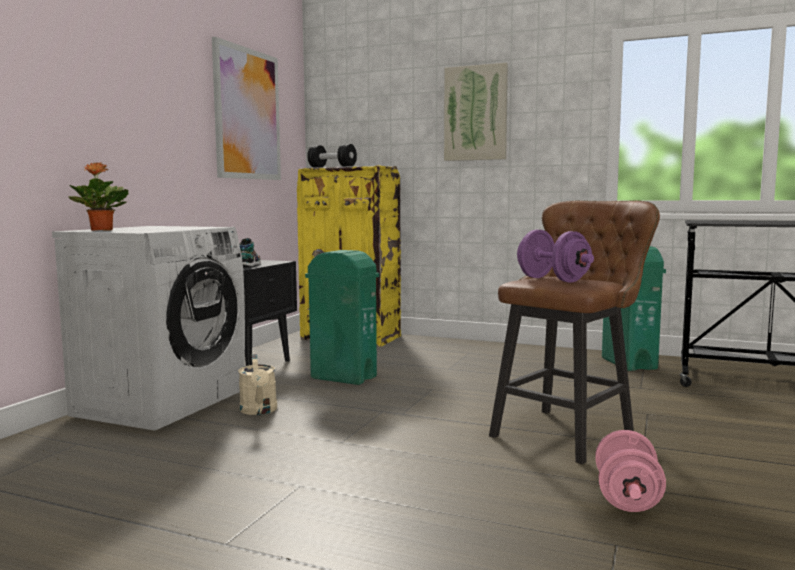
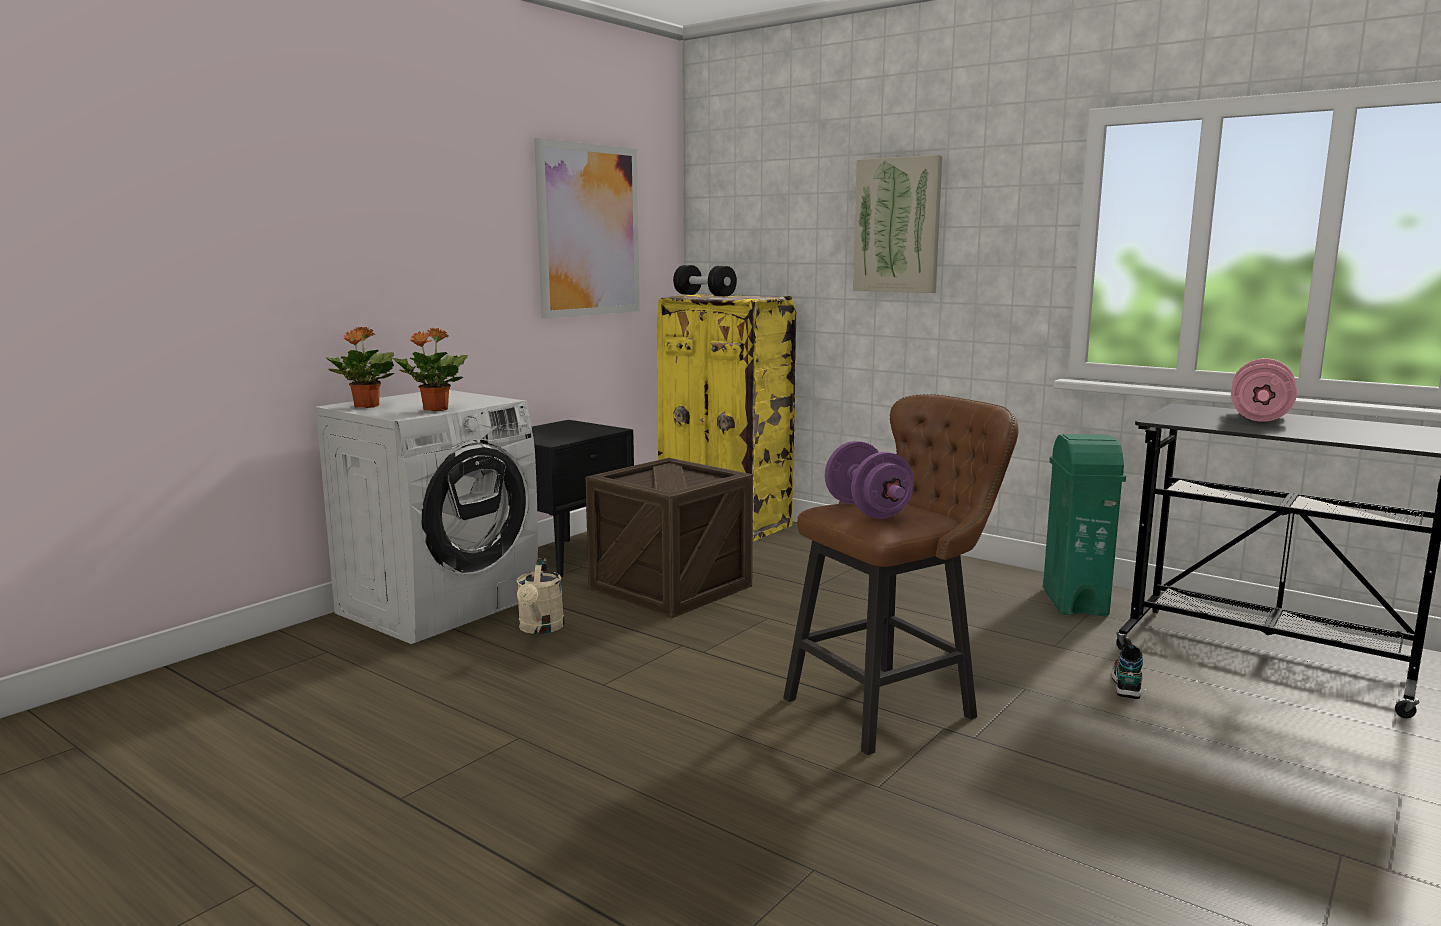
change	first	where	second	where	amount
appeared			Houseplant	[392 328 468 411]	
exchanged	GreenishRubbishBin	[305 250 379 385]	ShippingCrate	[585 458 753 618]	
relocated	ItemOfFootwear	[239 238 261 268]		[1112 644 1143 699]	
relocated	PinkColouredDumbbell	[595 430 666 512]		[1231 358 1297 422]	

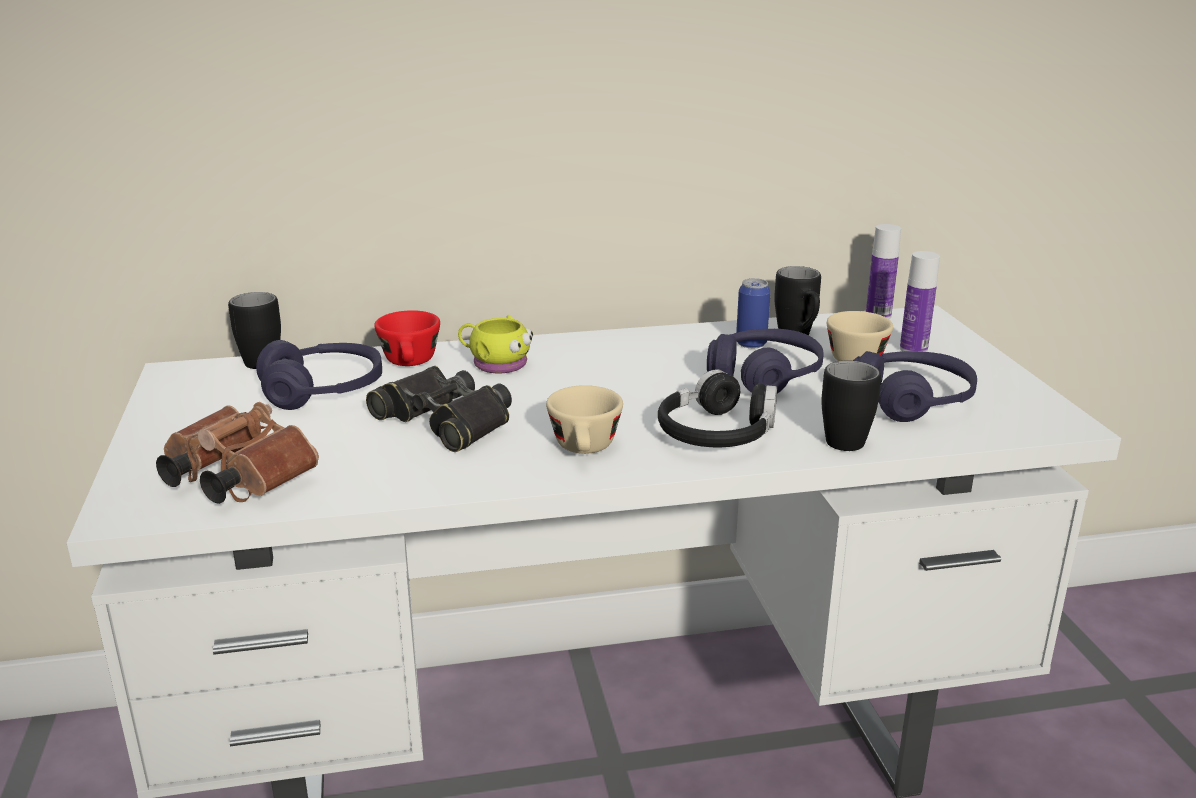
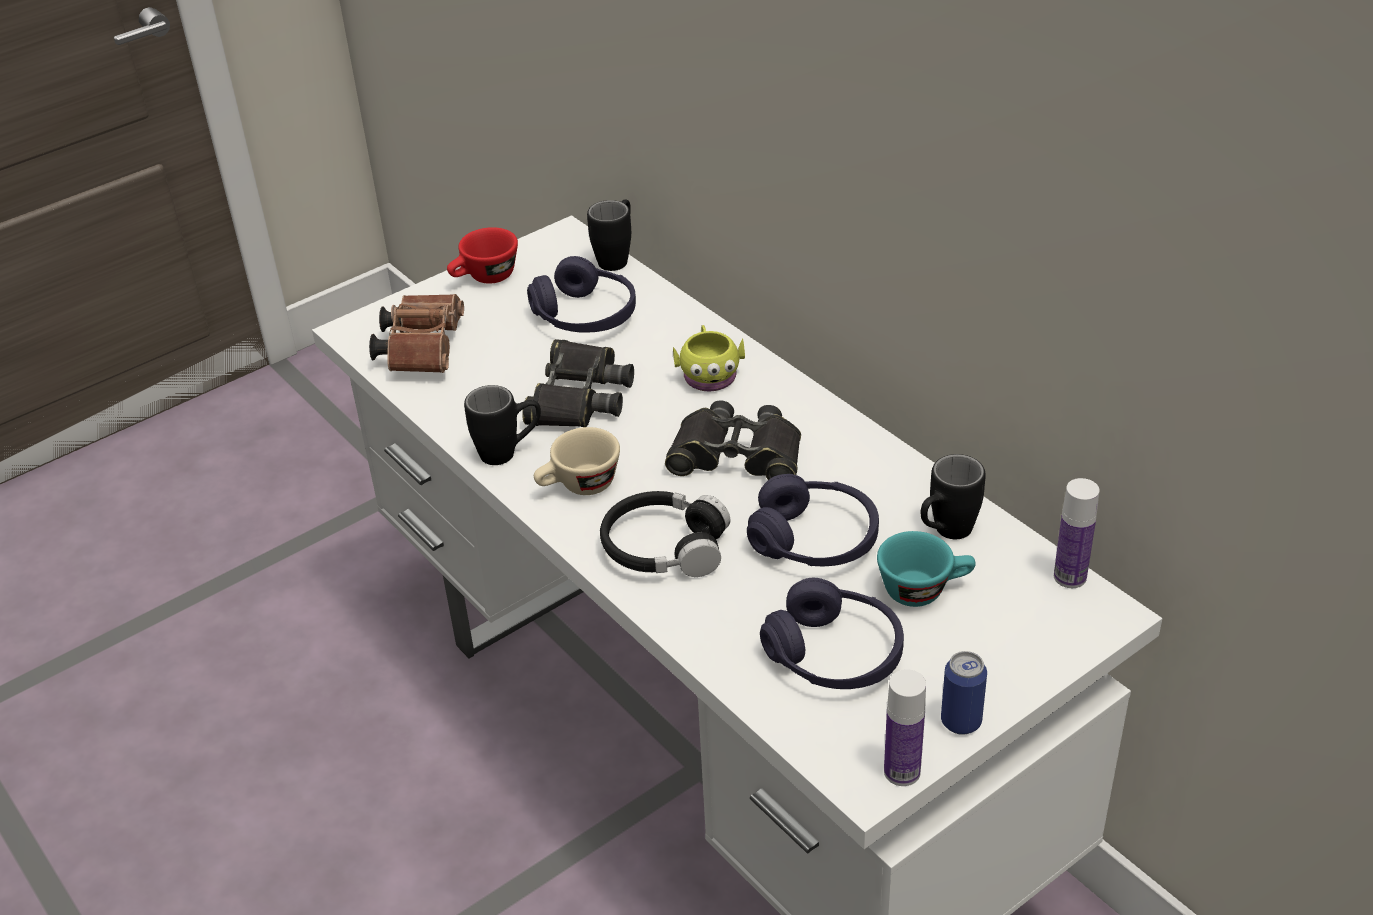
change	first	where	second	where	amount
relocated	RedSmallCup	[374 310 440 366]		[447 227 518 284]	
relocated	BlackColouredTeaMug	[821 361 881 451]		[464 385 541 465]	
appeared			BlackColouredBinoculars	[665 400 801 480]	
colour	SandColouredSmallCup	[827 311 893 361]	TurquoiseSmallCup	[877 531 976 607]	
relocated	DrinkBottle	[900 251 940 352]		[884 669 926 786]	
relocated	SealedCan	[736 278 771 348]		[941 651 987 735]	

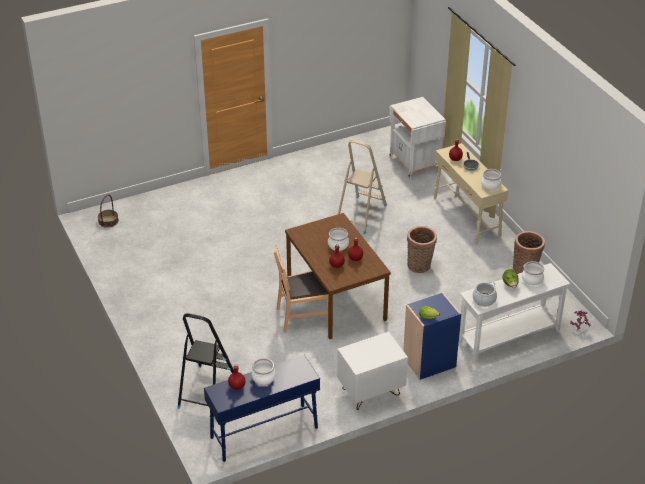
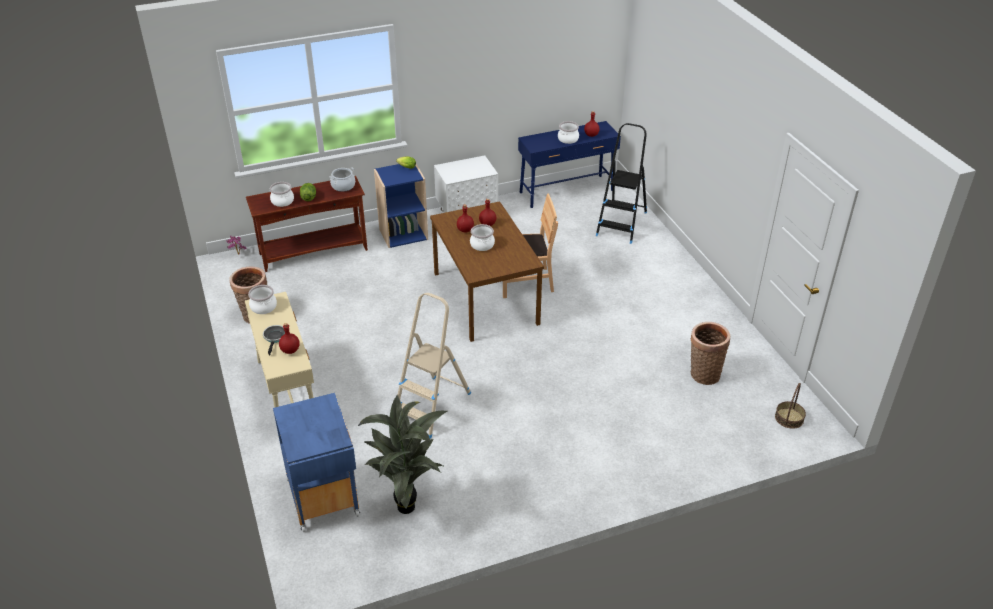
change	first	where	second	where	amount
colour	WhiteNarrowTable	[459 263 570 362]	BrownishNarrowTable	[246 176 368 272]	
colour	WhiteTrolley	[389 97 446 178]	BluishTrolley	[273 393 361 532]	
appeared			Houseplant	[358 395 447 514]	
relocated	StorageBasket	[407 226 437 273]		[691 322 730 385]	

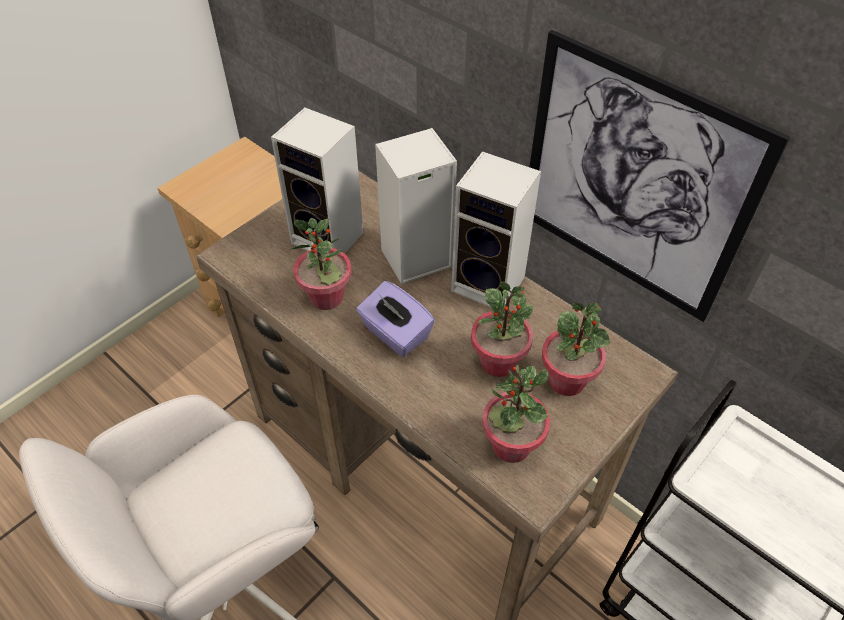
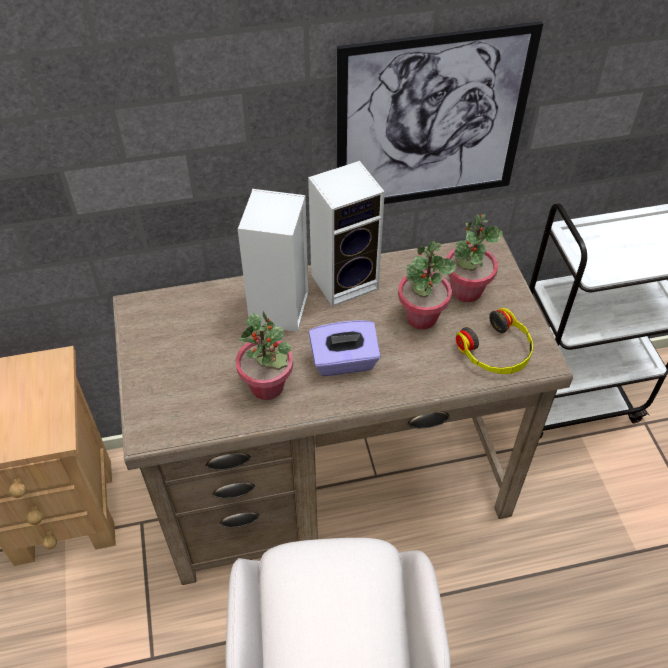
change	first	where	second	where	amount
exchanged	Houseplant	[482 365 550 463]	Headphones	[456 308 533 374]	
missing	Loudspeaker	[271 108 363 254]			

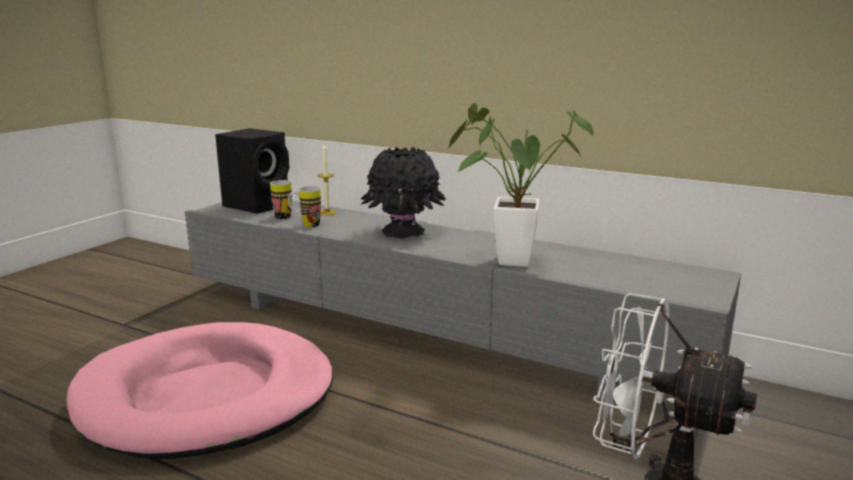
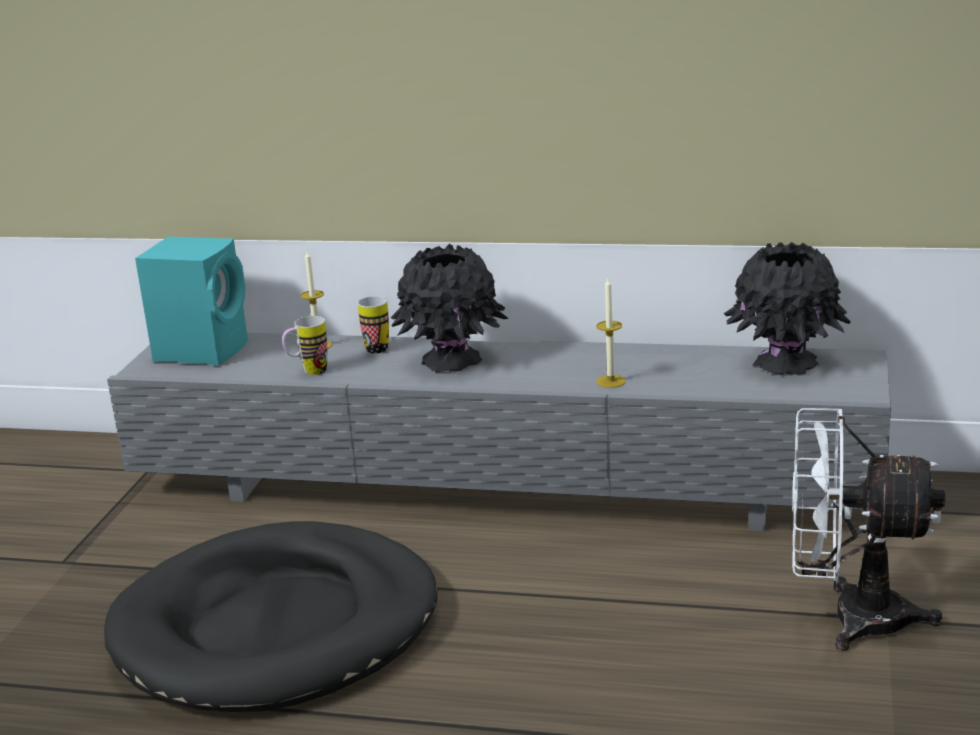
change	first	where	second	where	amount
colour	PinkColouredPetBed	[66 322 333 459]	BlackColouredPetBed	[104 521 438 712]	
colour	BlackColouredLoudspeaker	[215 128 289 214]	TurquoiseLoudspeaker	[135 237 248 365]	
relocated	TeaMug	[270 180 292 219]		[358 296 389 354]	
exchanged	Houseplant	[448 103 594 267]	WaxCandle	[596 278 626 388]	
appeared			BlackColouredDecorativeVase	[724 242 851 375]	

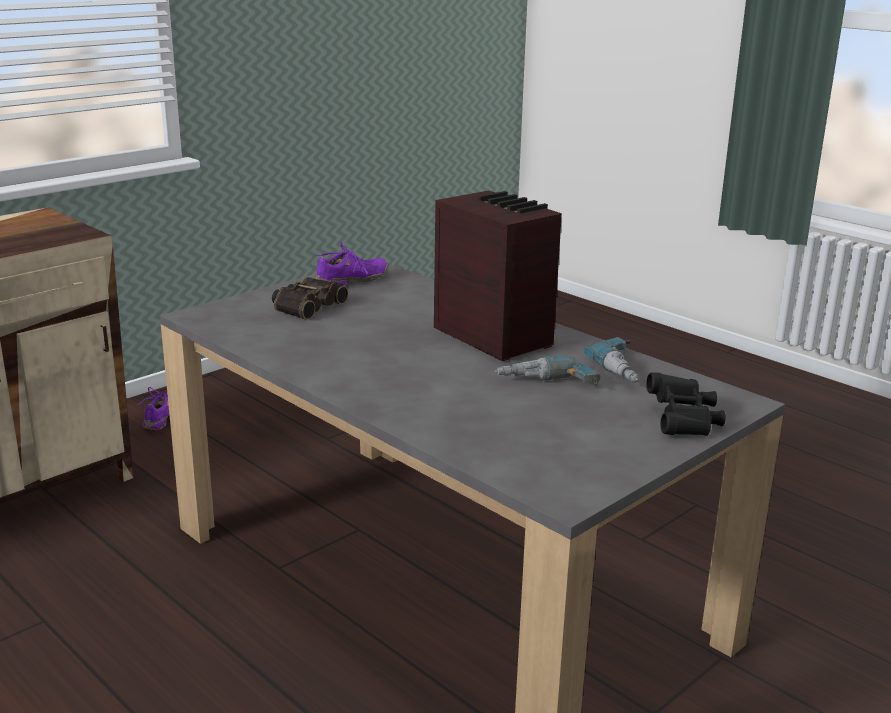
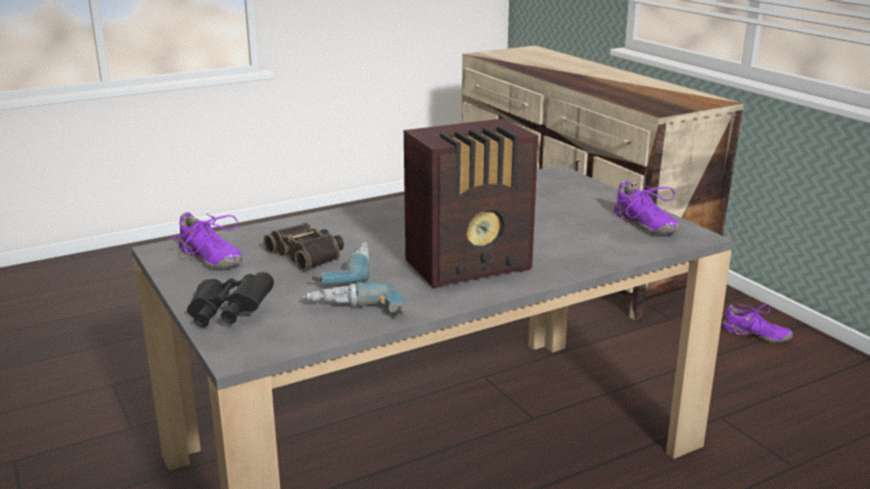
change	first	where	second	where	amount
appeared			PurpleItemOfFootwear	[169 212 242 269]	
relocated	Binoculars	[272 277 348 320]		[263 223 344 271]	

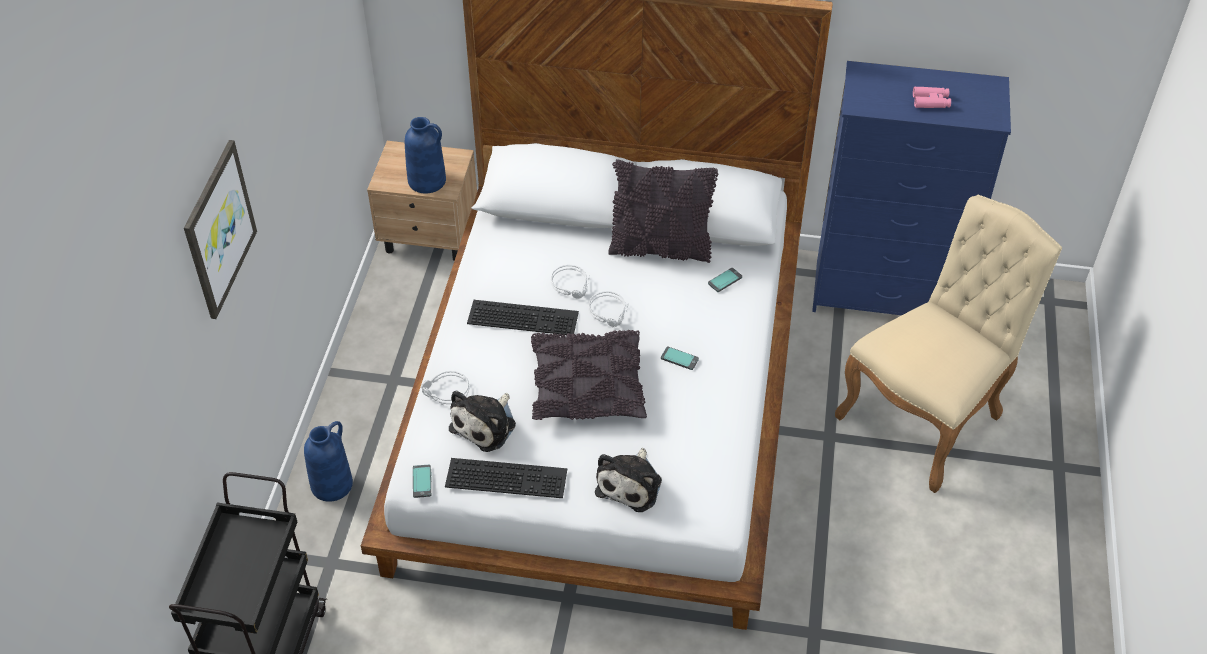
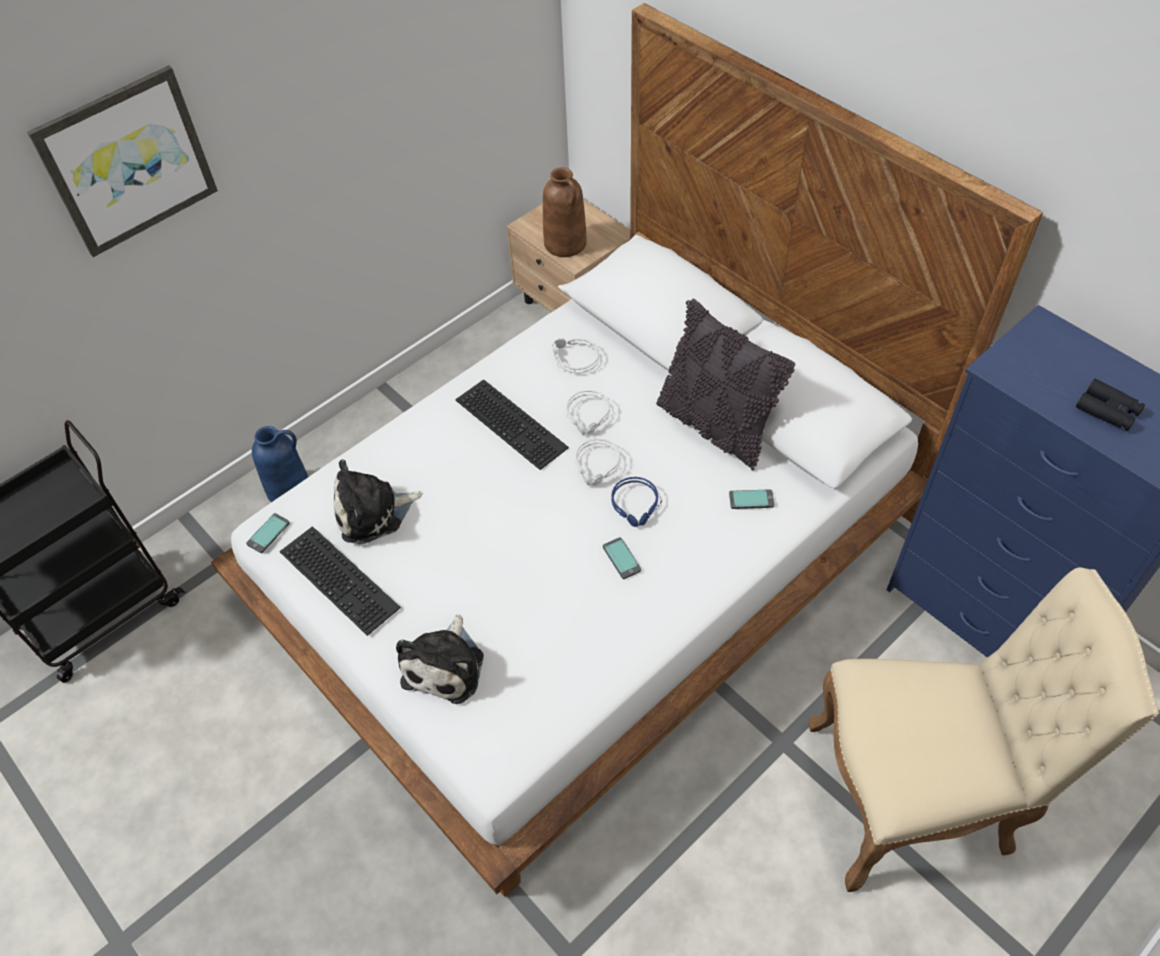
change	first	where	second	where	amount
spun	PlushToy	[595 448 662 512]		[396 614 484 704]	45 degrees counterclockwise
colour	BluishDecorativeVase	[405 117 446 193]	BrownishDecorativeVase	[543 167 587 257]	
relocated	GreyHeadphones	[421 371 469 405]		[552 338 599 374]	
appeared			BluishHeadphones	[611 477 662 527]	
colour	PinkColouredBinoculars	[913 87 951 108]	BlackColouredBinoculars	[1076 379 1145 431]	
missing	BlackColouredCushion	[531 330 647 420]			

